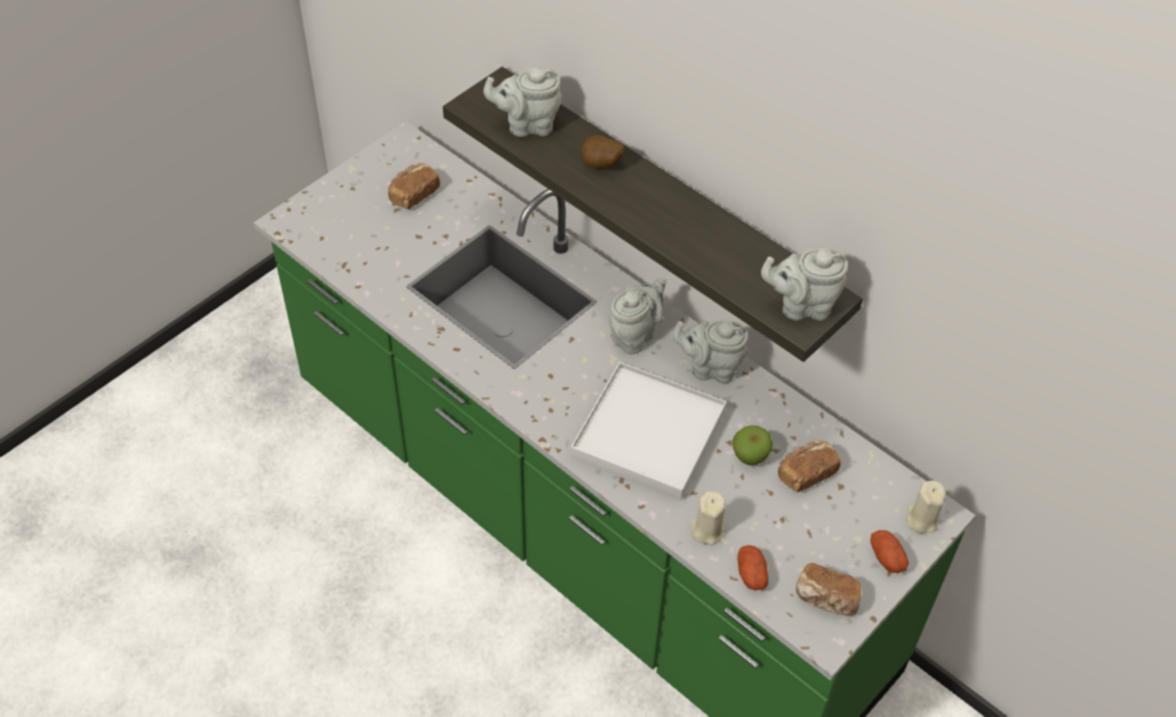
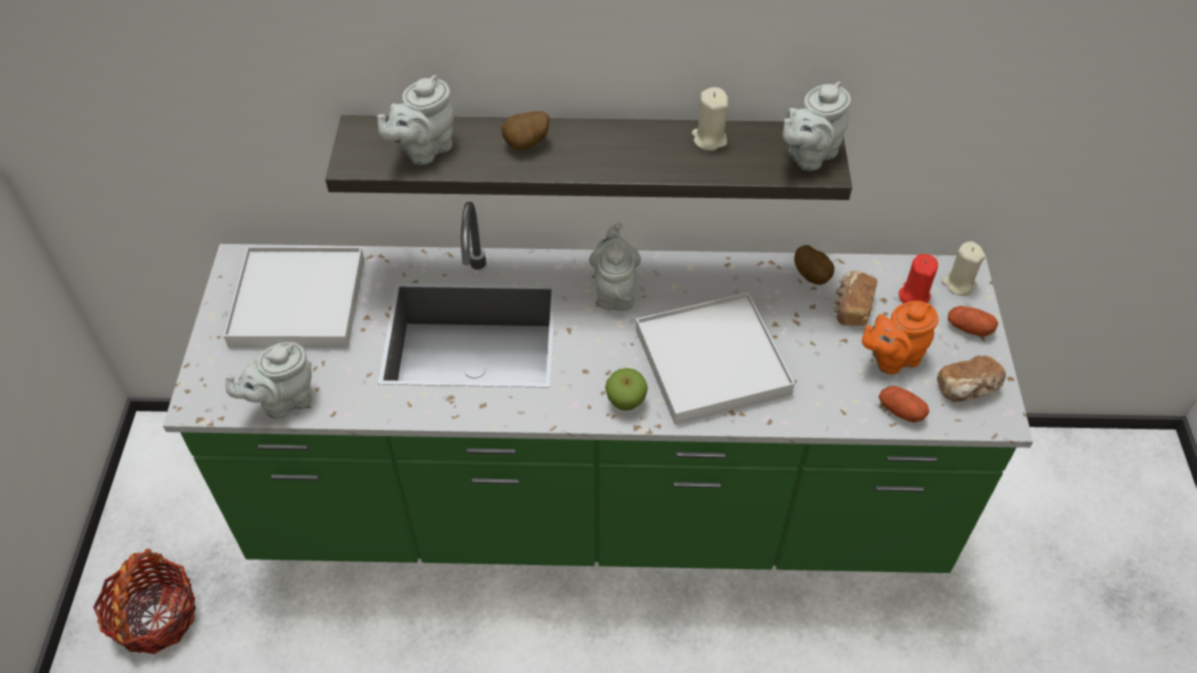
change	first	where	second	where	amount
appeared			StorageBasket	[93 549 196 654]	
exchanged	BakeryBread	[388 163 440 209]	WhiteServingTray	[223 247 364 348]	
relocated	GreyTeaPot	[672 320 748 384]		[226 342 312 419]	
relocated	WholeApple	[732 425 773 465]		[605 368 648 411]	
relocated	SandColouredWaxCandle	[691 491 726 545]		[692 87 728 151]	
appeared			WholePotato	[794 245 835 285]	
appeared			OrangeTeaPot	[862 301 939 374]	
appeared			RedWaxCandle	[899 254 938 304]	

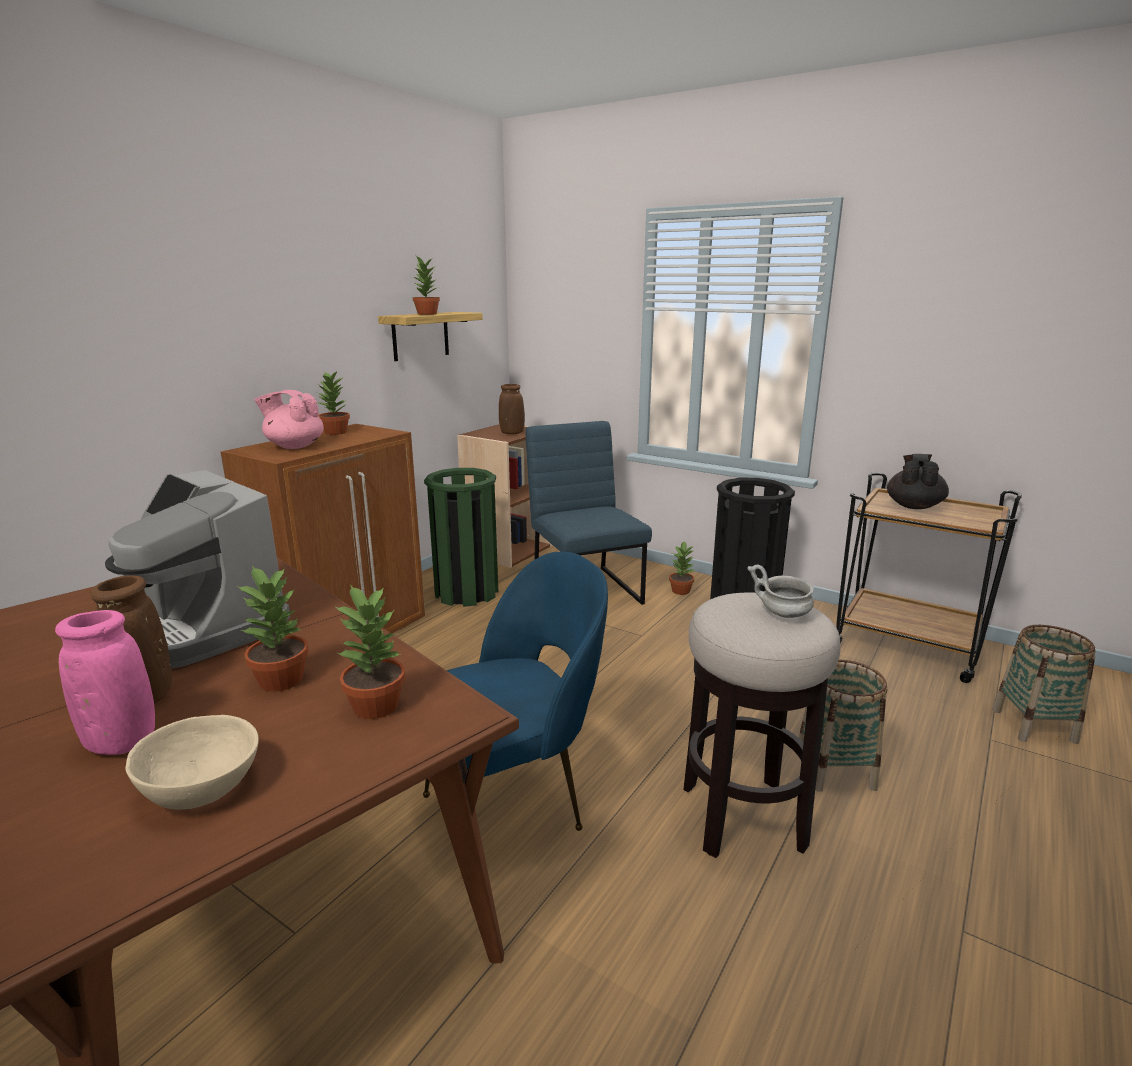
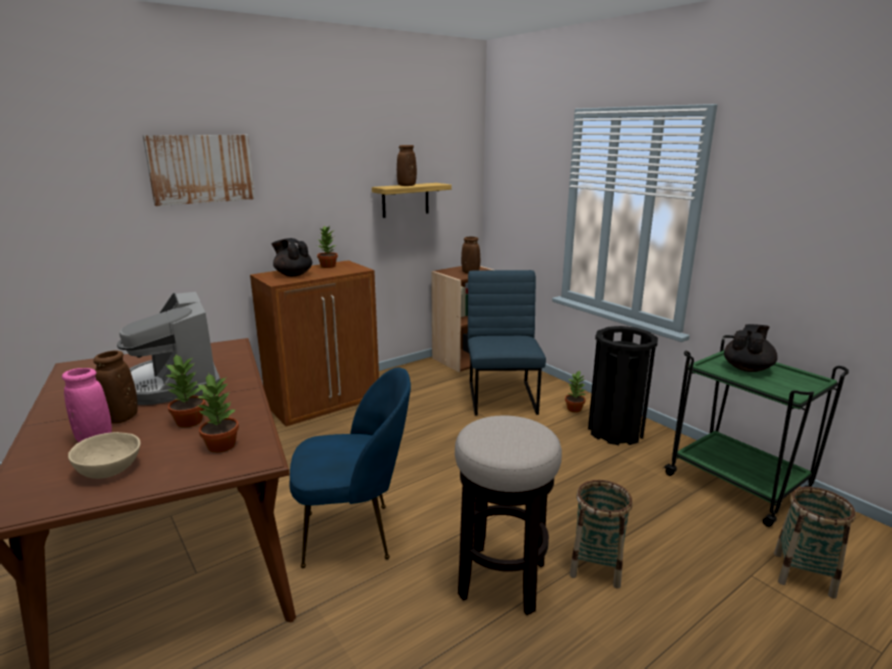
change	first	where	second	where	amount
appeared			WallArt	[143 135 255 206]	
colour	PinkColouredTeaPot	[255 390 324 449]	BlackColouredTeaPot	[271 238 312 277]	
exchanged	Houseplant	[412 256 440 315]	BrownishDecorativeVase	[397 145 417 186]	
colour	BrownishTrolley	[836 473 1022 683]	GreenishTrolley	[663 335 849 527]	
missing	GreenishRubbishBin	[424 468 498 607]			
missing	GreyBowl	[748 565 814 618]			

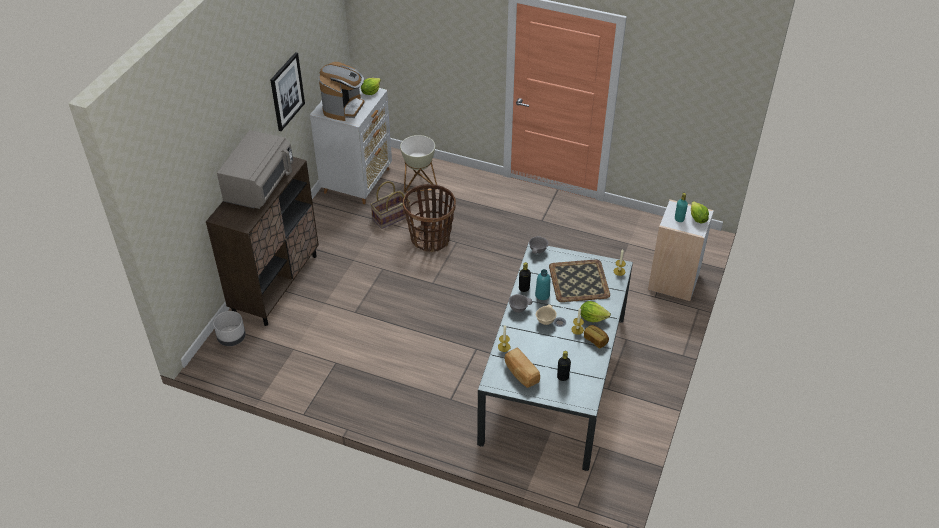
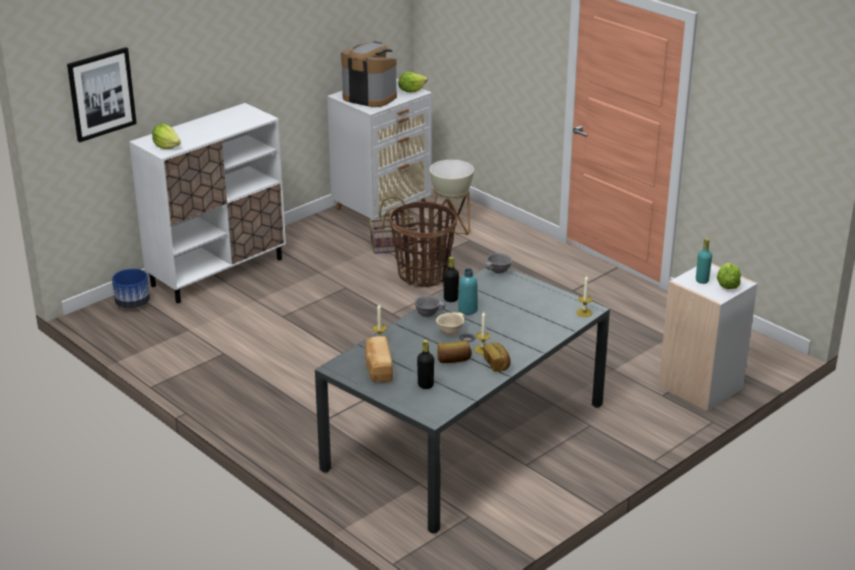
change	first	where	second	where	amount
relocated	WallArt	[270 52 305 131]		[67 47 137 142]	
colour	GreyFlowerPot	[213 311 246 346]	BluishFlowerPot	[112 269 150 309]	
colour	BrownishCupboard	[206 157 319 326]	WhiteCupboard	[129 103 286 303]	
relocated	HeadOfLettuce	[580 301 611 322]		[152 124 181 149]	
spun	CoffeeMaker	[319 62 364 121]		[341 41 397 107]	105 degrees counterclockwise
appeared			BakeryBread	[437 341 472 363]	
missing	GreyMicrowaveOven	[217 130 293 209]			
missing	ServingTray	[549 259 610 302]			

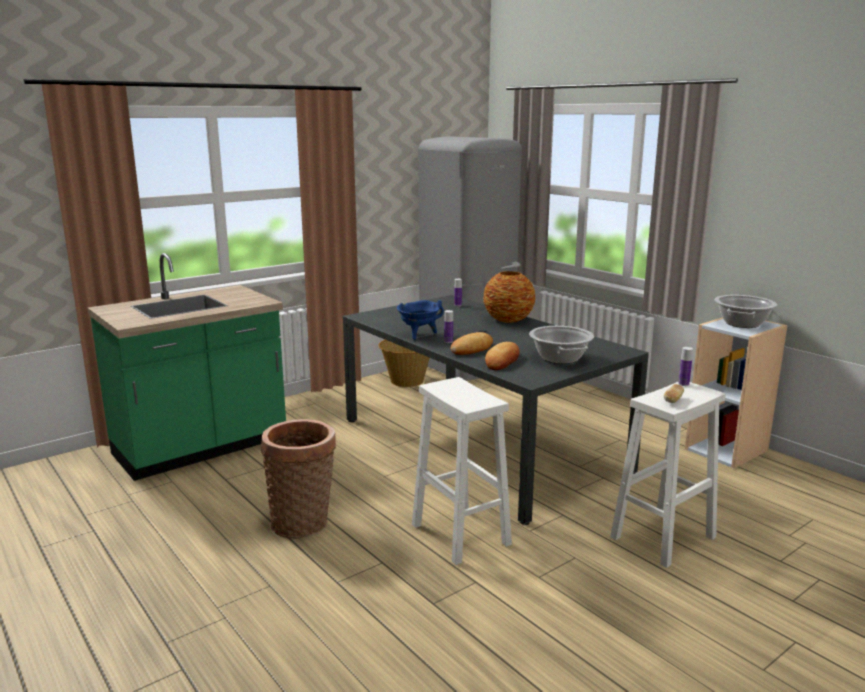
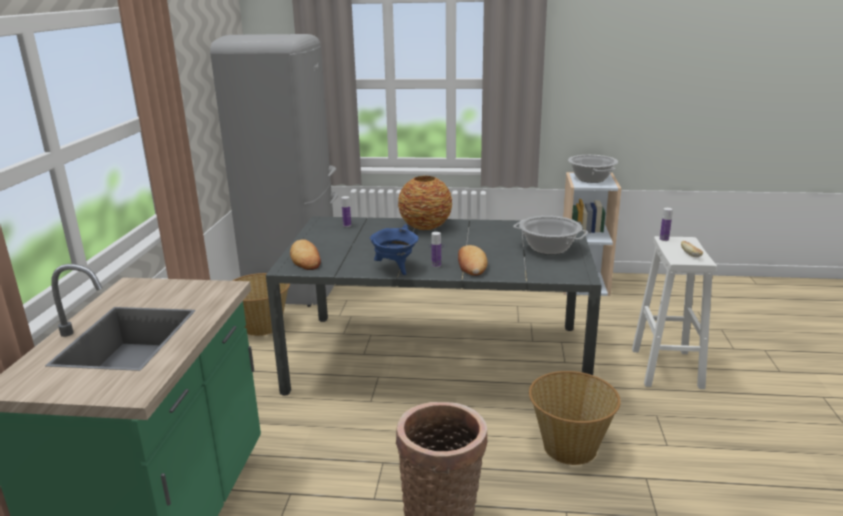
change	first	where	second	where	amount
relocated	BakeryBread	[485 342 519 370]		[290 239 321 270]	
exchanged	WhiteStool	[412 377 512 565]	StorageBasket	[529 371 621 465]	

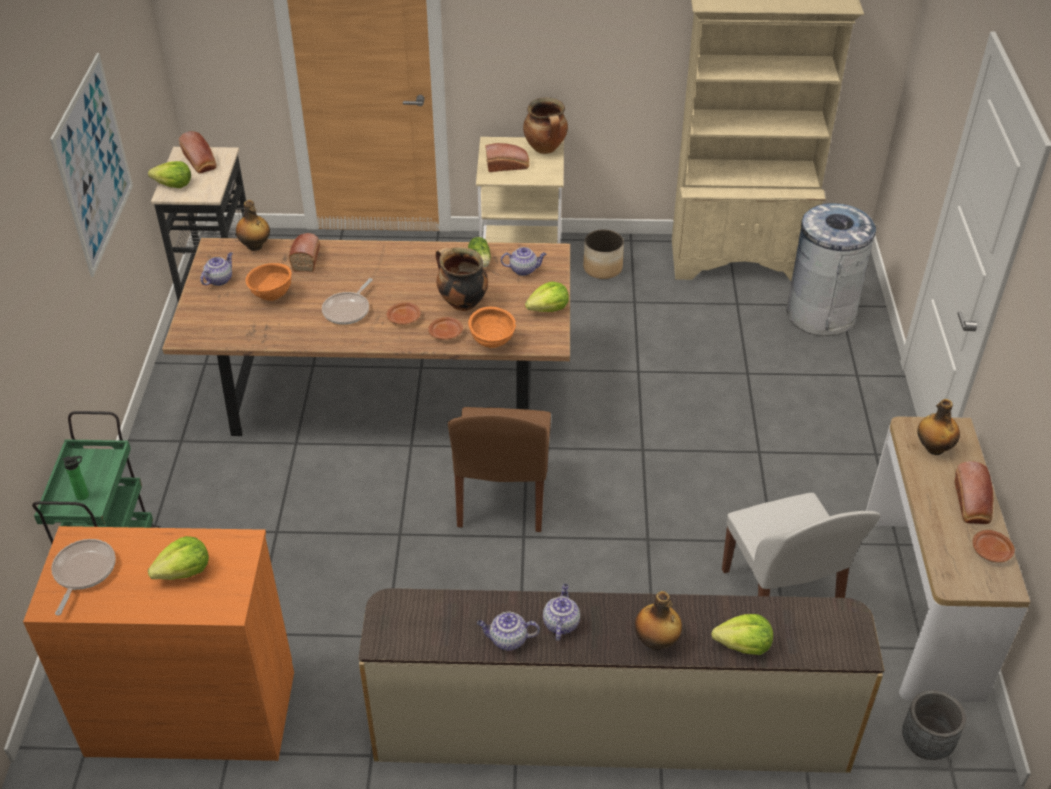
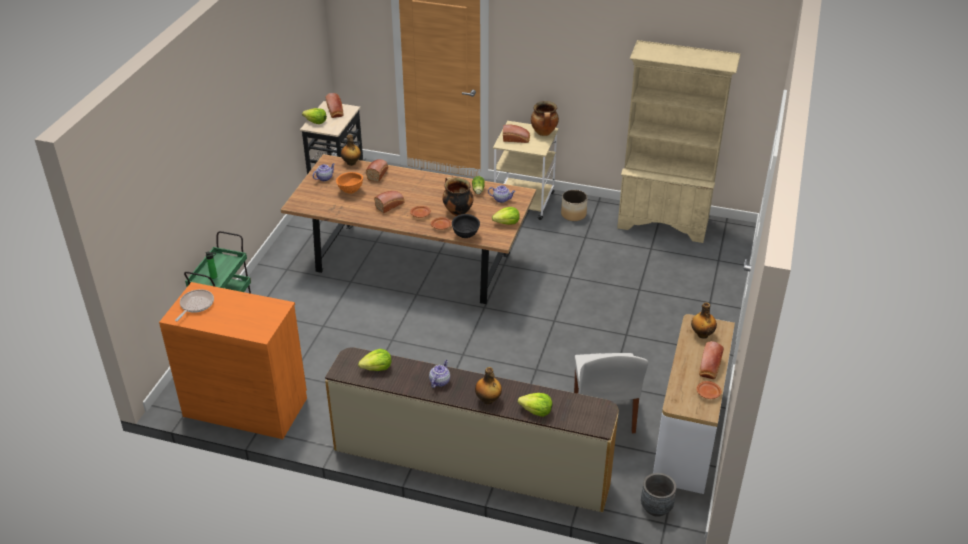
change	first	where	second	where	amount
relocated	HeadOfLettuce	[148 536 209 580]		[358 349 392 371]	
exchanged	Skillet	[322 278 373 325]	BakeryBread	[374 191 405 213]	
colour	OrangeBowl	[468 307 516 348]	BlackColouredBowl	[452 214 480 238]	
missing	WallArt	[50 53 133 277]			
missing	BrownishChair	[448 407 551 532]			
missing	TeaPot	[477 612 540 650]			
missing	GreyRubbishBin	[786 203 876 336]			

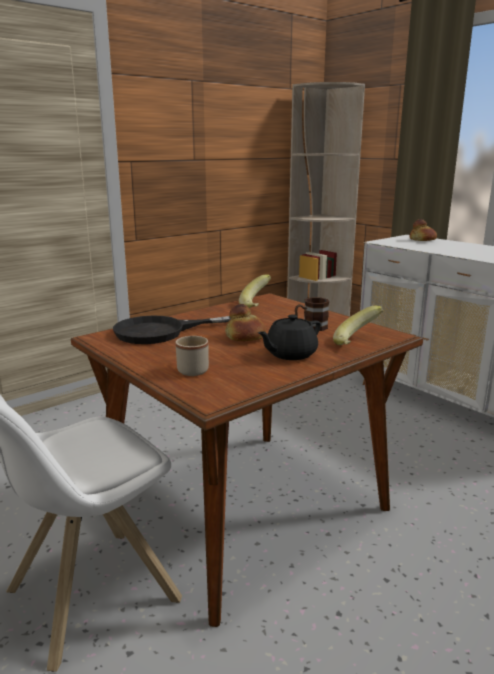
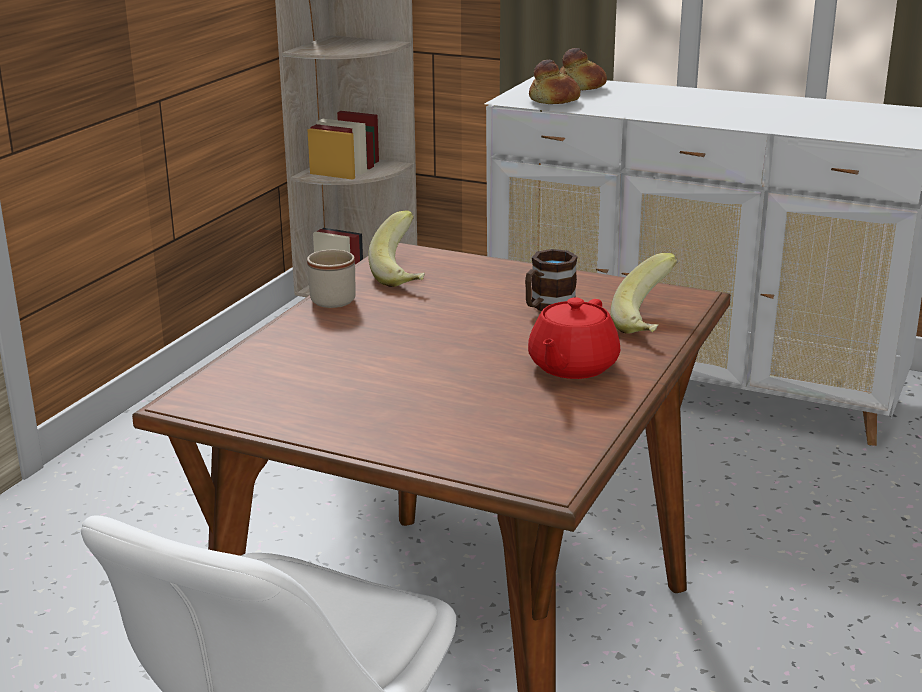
change	first	where	second	where	amount
relocated	SandColouredTeaMug	[175 336 209 376]		[307 250 356 308]	
colour	BlackColouredTeaPot	[258 314 321 360]	RedTeaPot	[528 297 620 379]	
relocated	BakeryBread	[225 304 266 341]		[529 60 580 104]	
missing	BlackColouredSkillet	[113 316 231 344]			

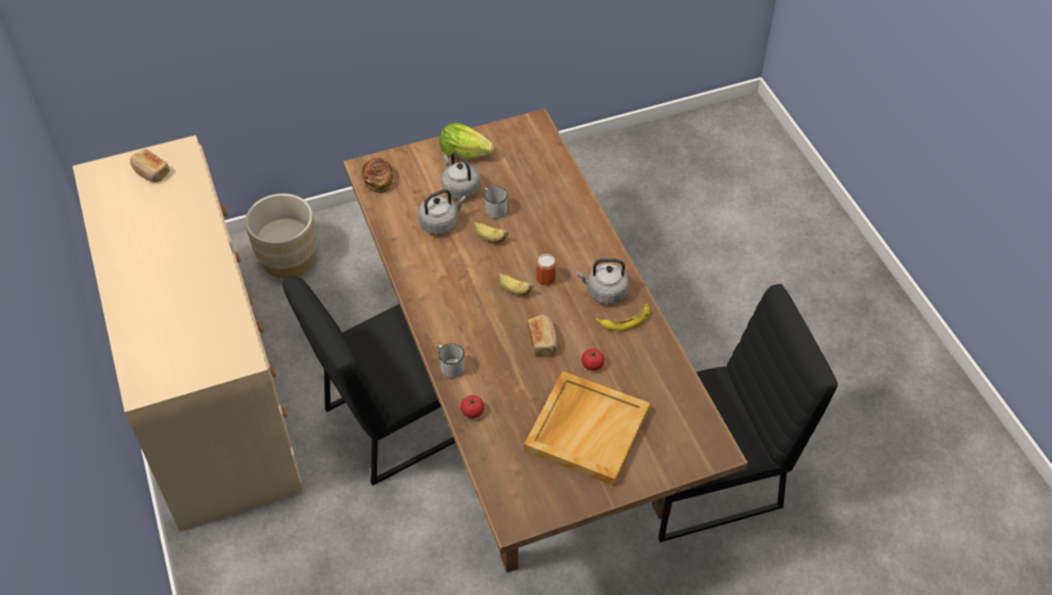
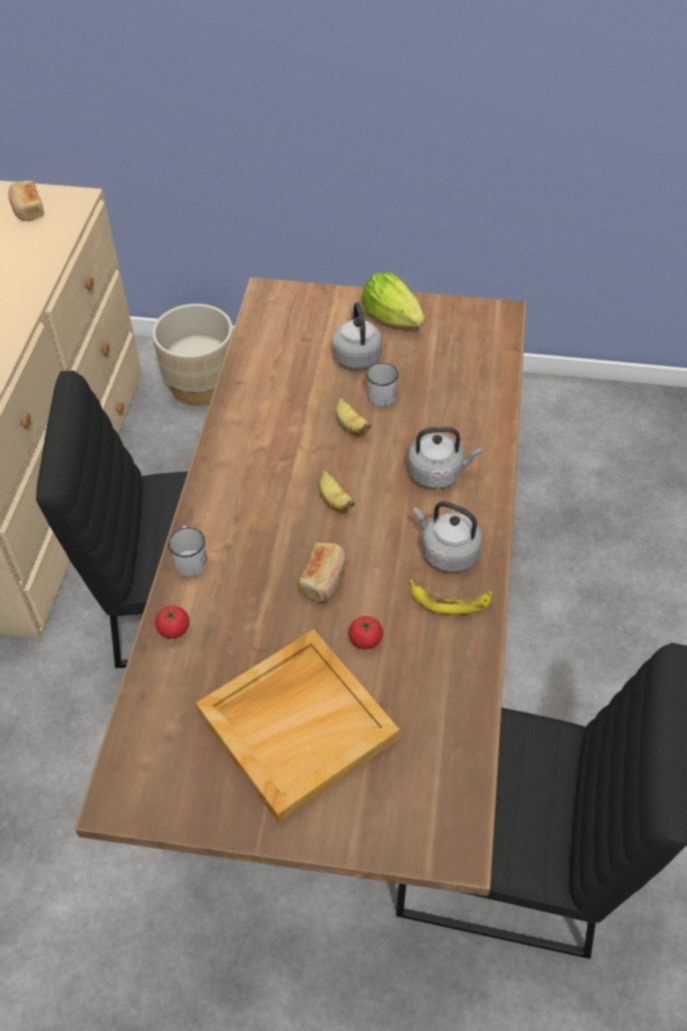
change	first	where	second	where	amount
relocated	GreyTeaKettle	[418 189 466 235]		[407 427 482 489]	
missing	BakeryBread	[362 158 394 193]			
missing	SealedCan	[536 254 556 286]			

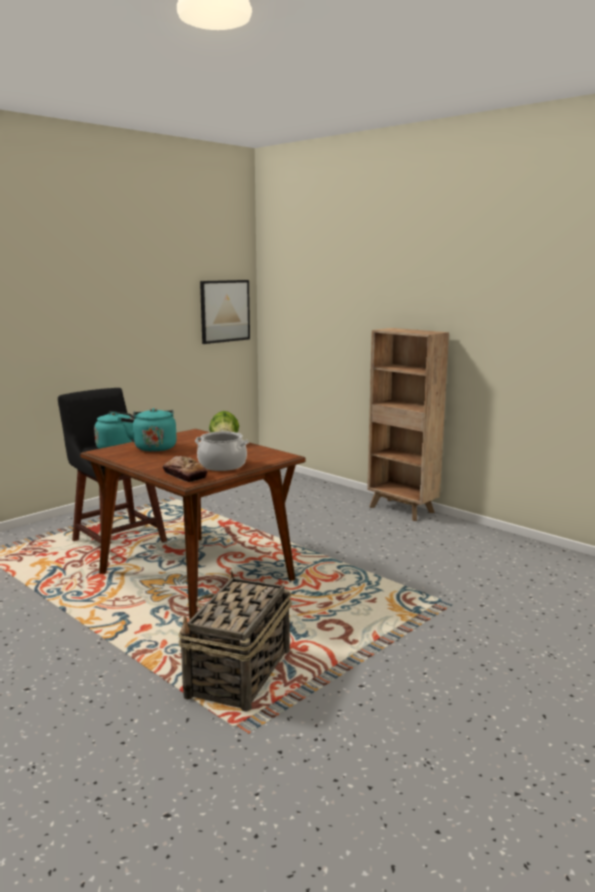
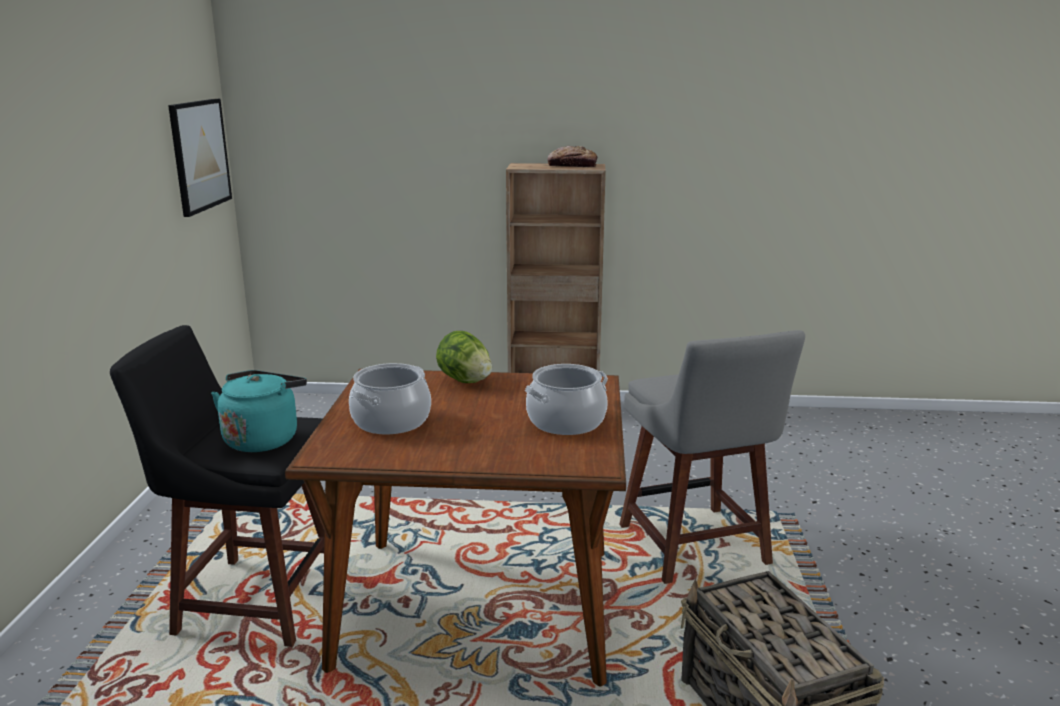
change	first	where	second	where	amount
exchanged	TurquoiseTeaKettle	[123 408 177 452]	CookingPot	[349 363 431 434]	
relocated	BakeryBread	[163 456 208 482]		[547 146 598 167]	
appeared			GreyStool	[619 330 805 584]	

